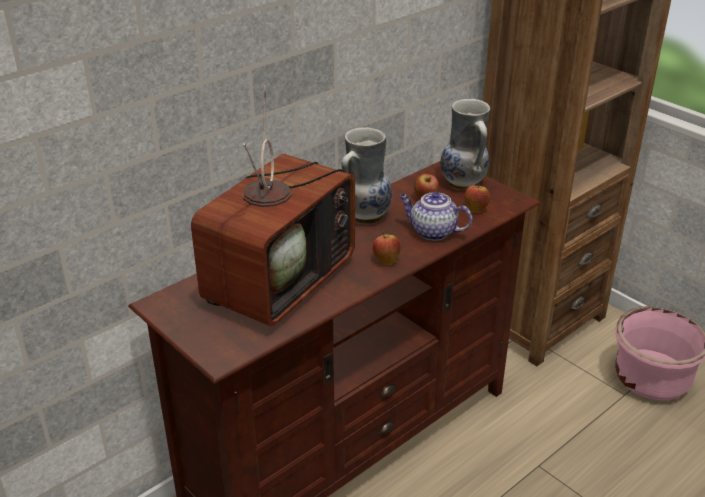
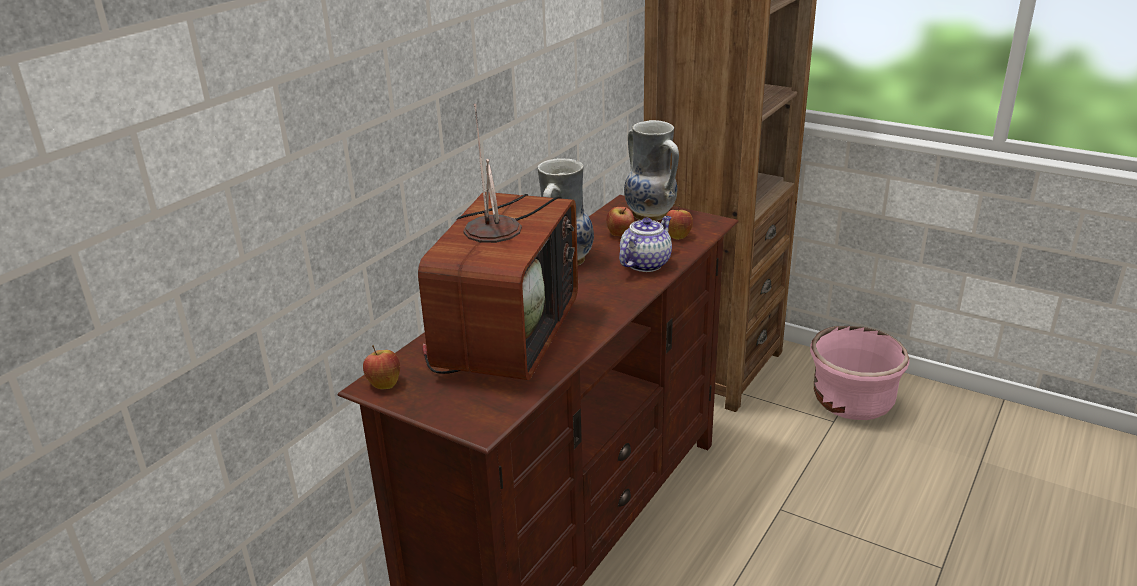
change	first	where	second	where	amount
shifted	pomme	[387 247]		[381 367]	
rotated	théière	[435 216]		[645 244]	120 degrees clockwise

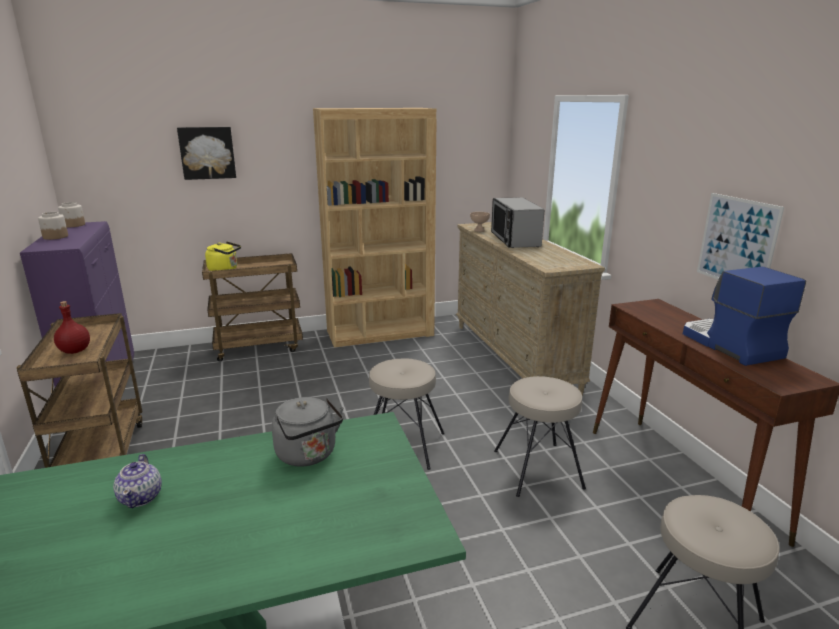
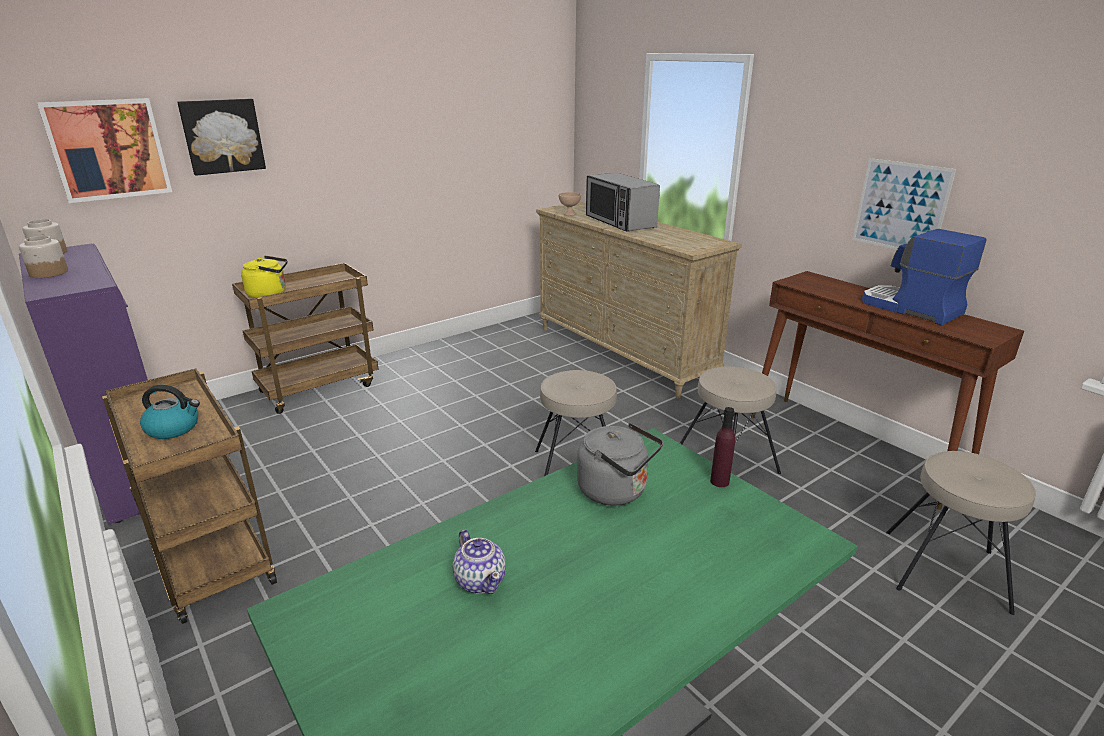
change	first	where	second	where	amount
new			tableau	[104 150]	
swapped	bouteille/rouge	[72 327]	bouilloire	[170 412]	
new			bouteille/violet	[722 447]	
gone	bibliothèque/marron	[375 227]			

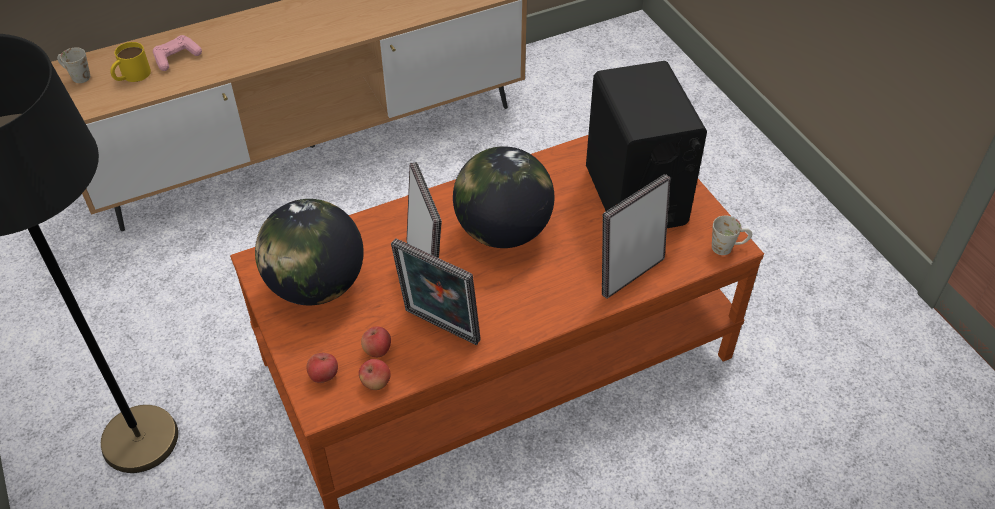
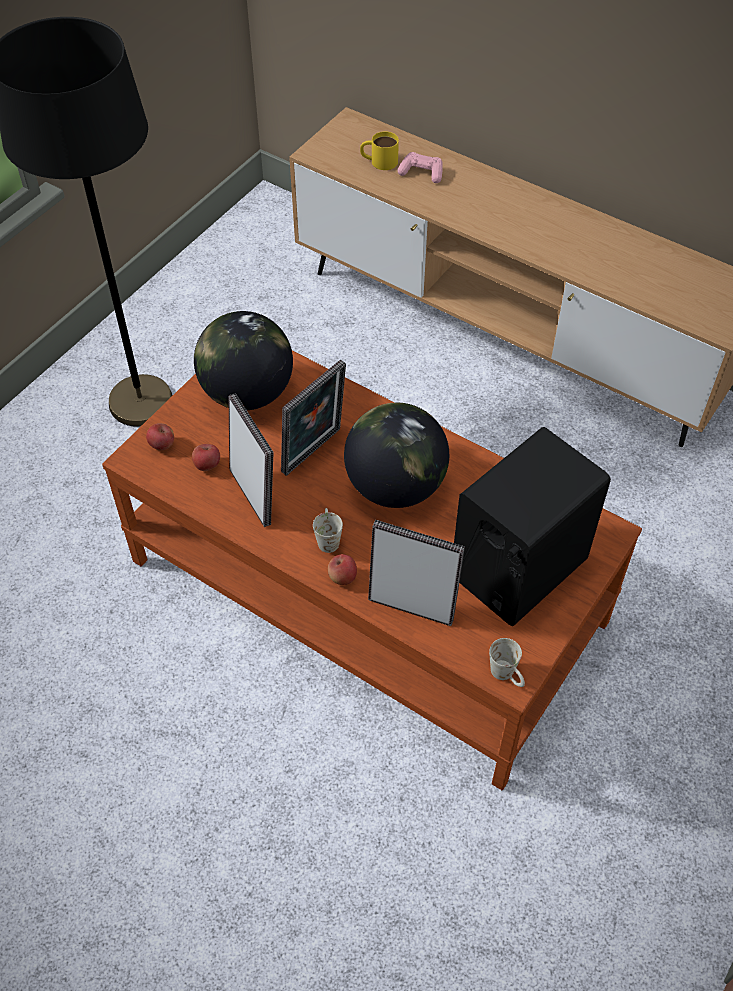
change	first	where	second	where	amount
rotated	cadre photo	[436 291]		[251 460]	150 degrees clockwise
shifted	mug/blanc	[73 65]		[328 530]	
shifted	pomme	[375 374]		[342 569]	

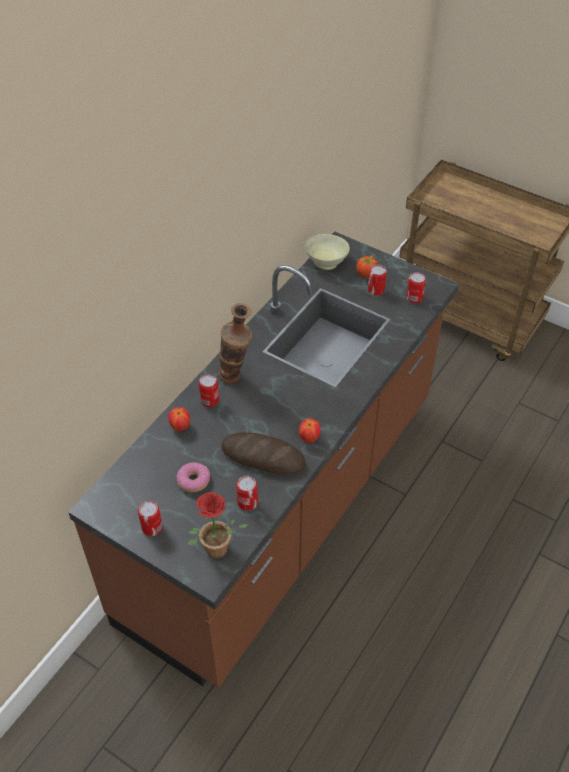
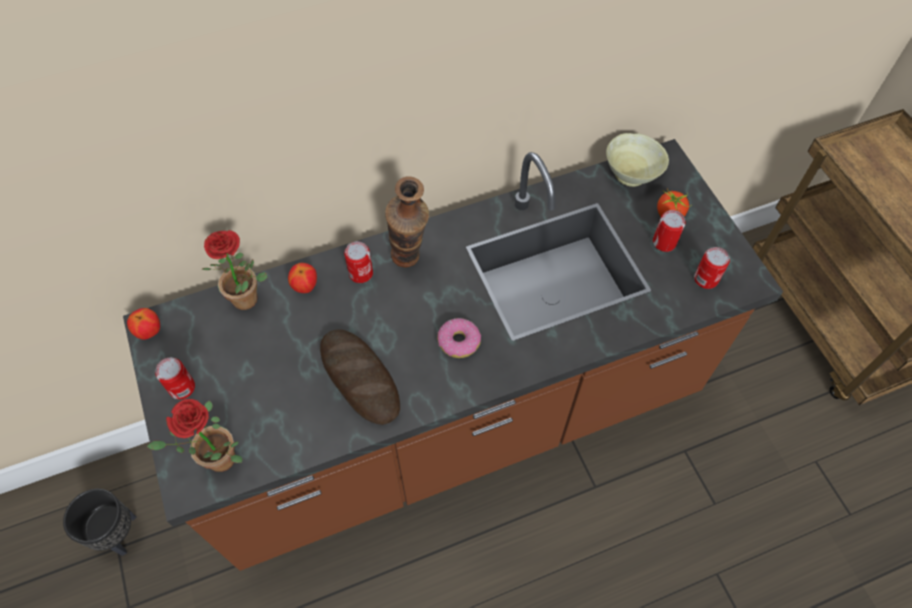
change	first	where	second	where	amount
new			cache-pot/noir	[99 522]	
shifted	pomme	[310 431]		[143 324]	
new			plante en pot	[235 270]	
shifted	beignet	[193 477]		[459 338]	
gone	boîte métallique	[247 493]			

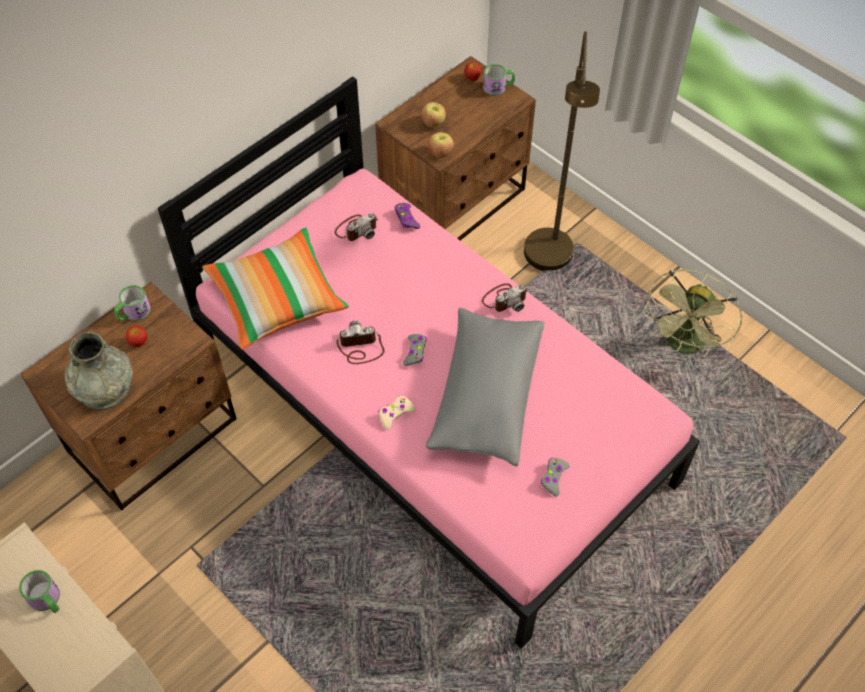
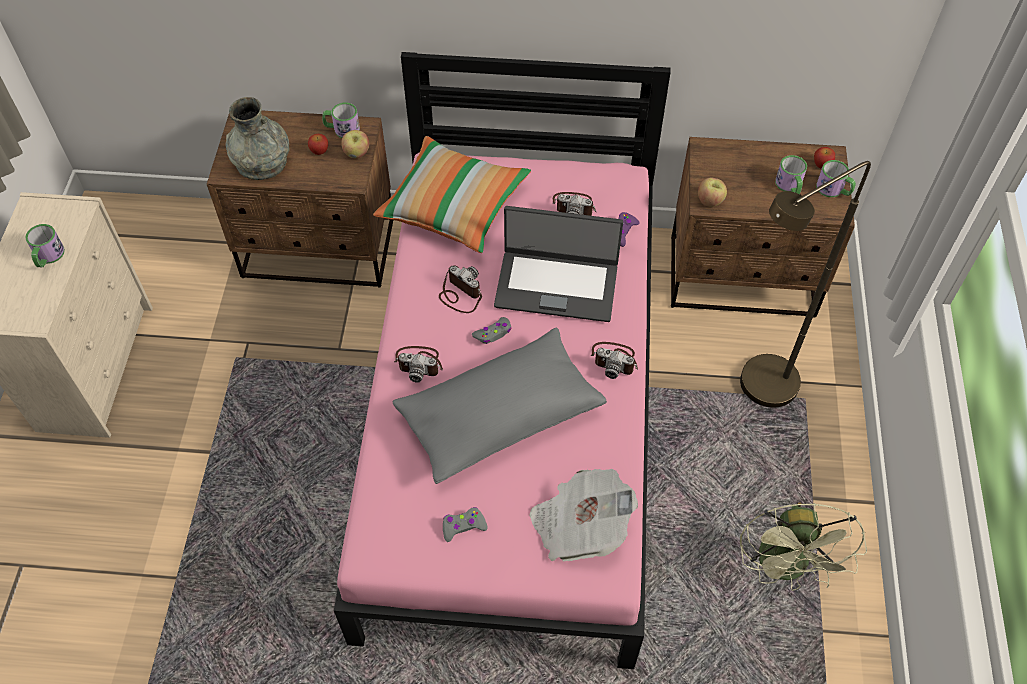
change	first	where	second	where	amount
shifted	pomme	[433 115]		[355 144]	
swapped	manette/beige	[397 412]	appareil photo	[418 364]	
new			ordinateur portable	[558 264]	
new			journal	[583 515]	
rotated	ventilateur/vert	[693 313]		[803 546]	75 degrees counterclockwise
new			mug	[791 174]	

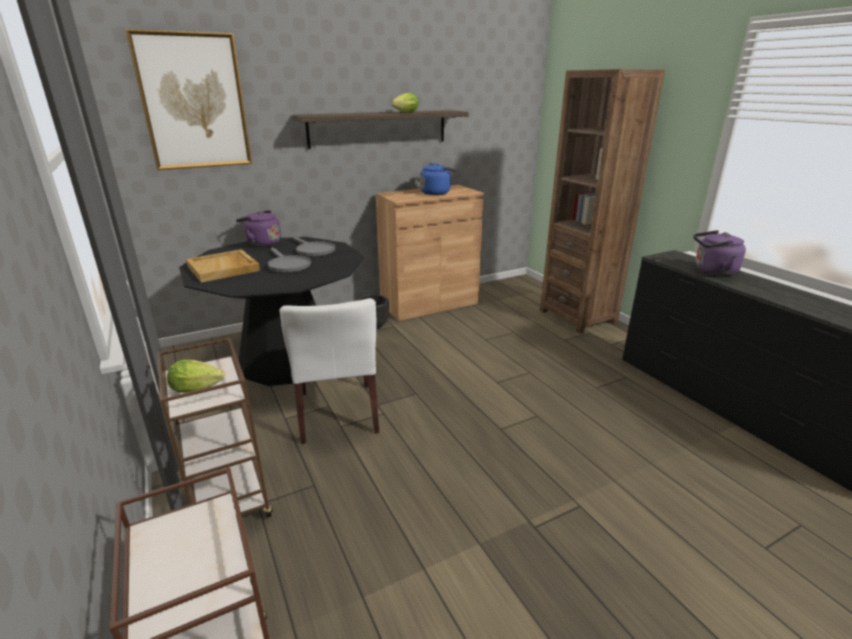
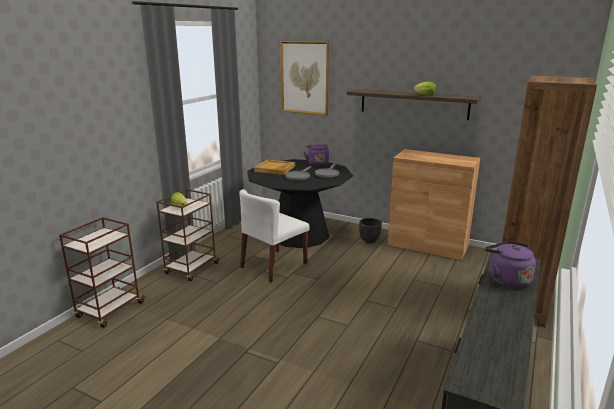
change	first	where	second	where	amount
gone	bouilloire/bleu	[438 179]			

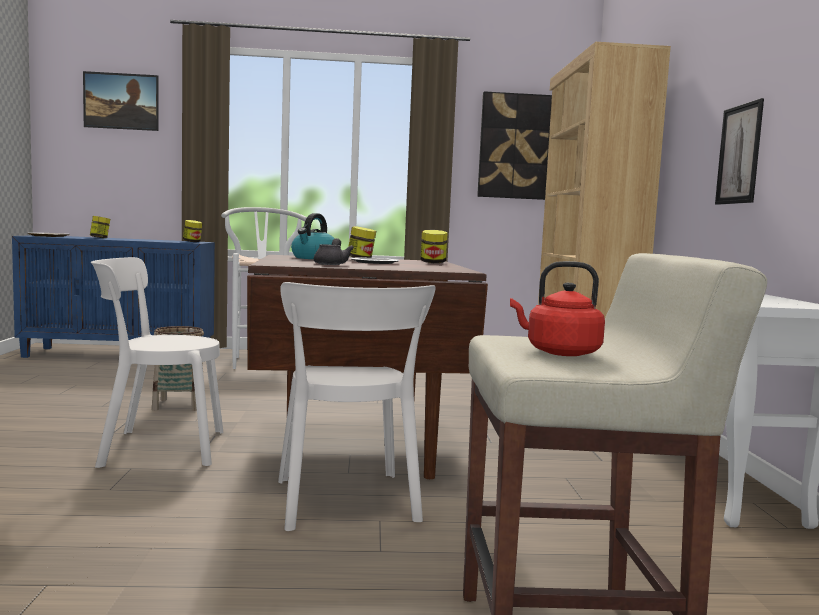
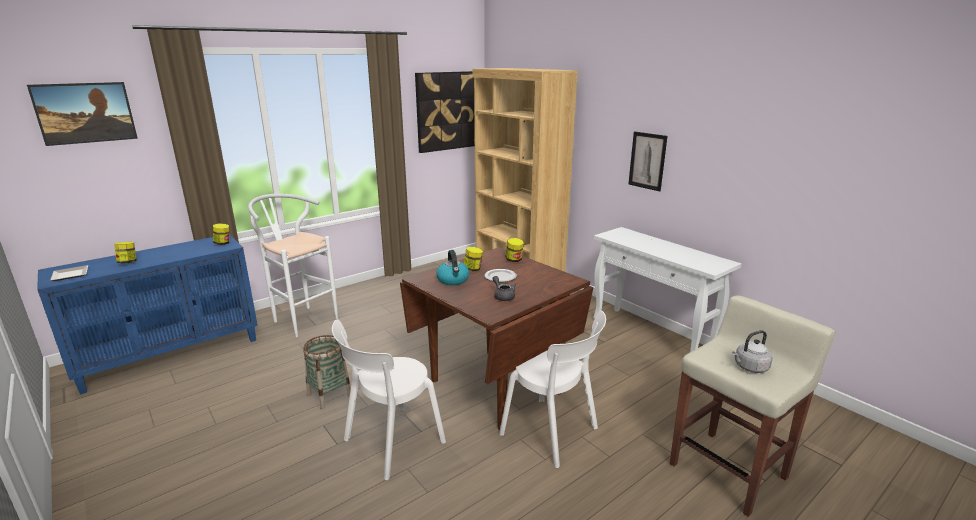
change	first	where	second	where	amount
repainted	bouilloire/rouge	[557 308]	bouilloire/gris	[752 351]	

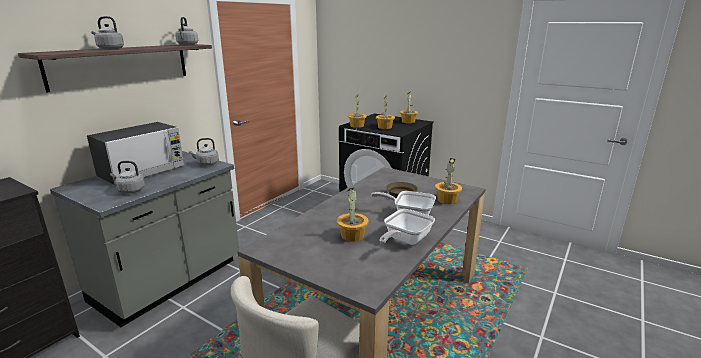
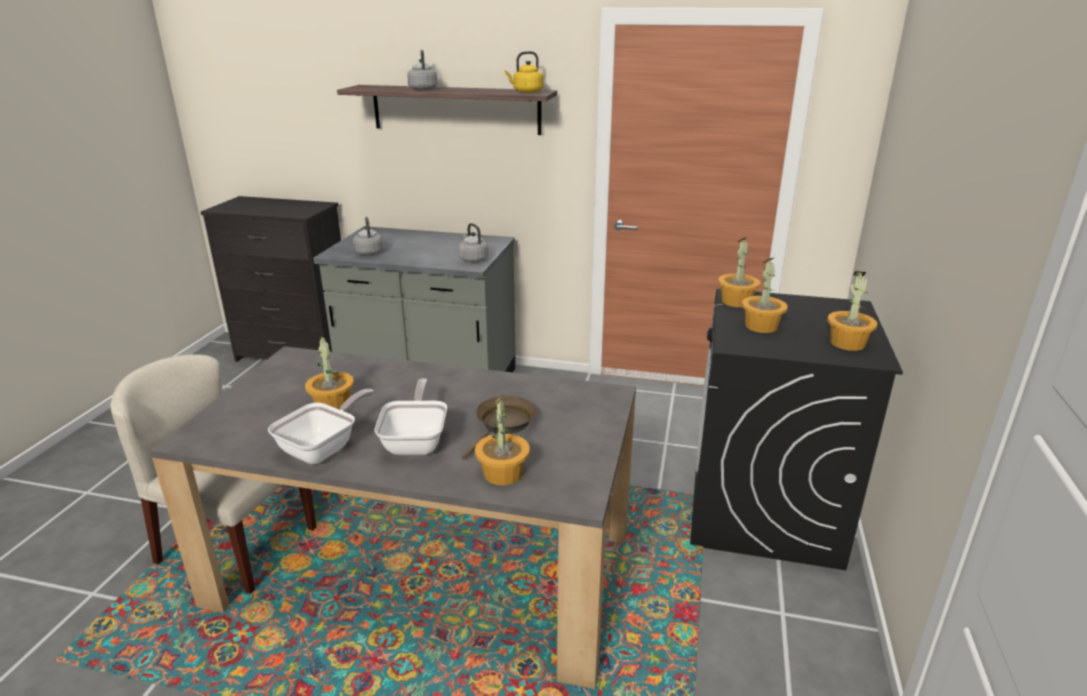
change	first	where	second	where	amount
rotated	poêle	[407 227]		[321 426]	105 degrees clockwise
repainted	bouilloire/gris	[186 31]	bouilloire/jaune	[524 72]	
gone	micro-ondes	[135 153]			

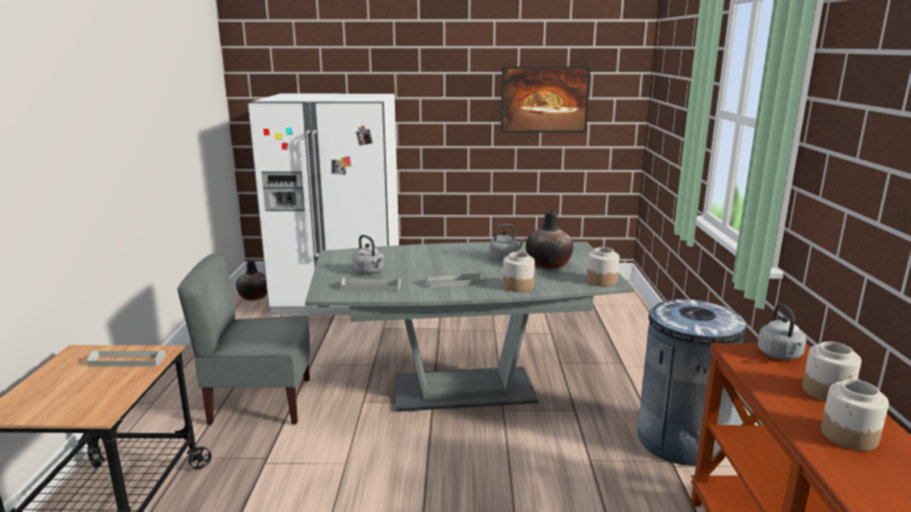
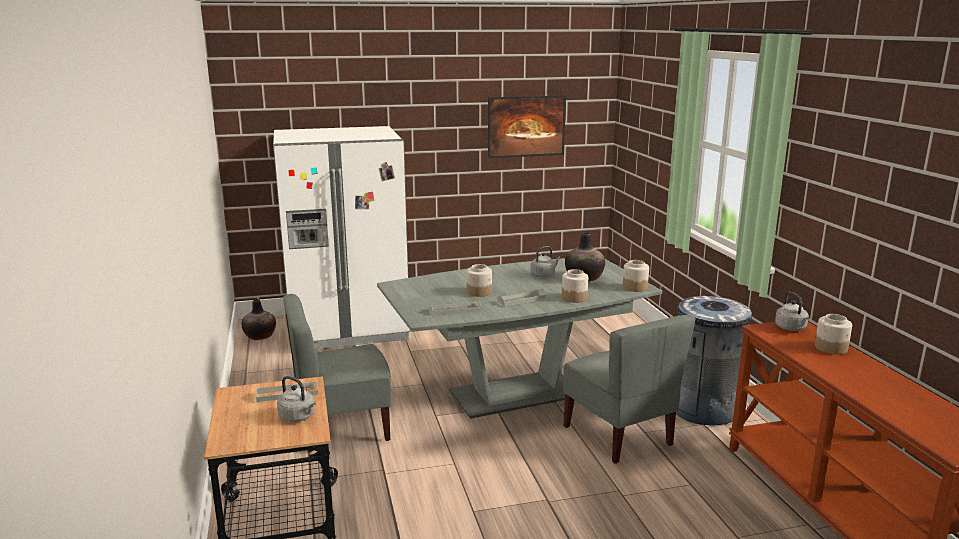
change	first	where	second	where	amount
shifted	bouilloire/gris	[368 254]		[296 399]	
shifted	bocal	[855 415]		[479 280]	
new			chaise/gris	[629 389]	

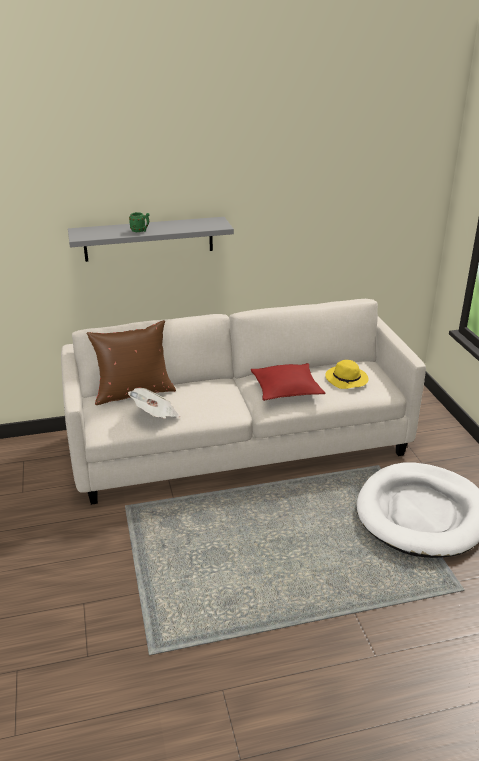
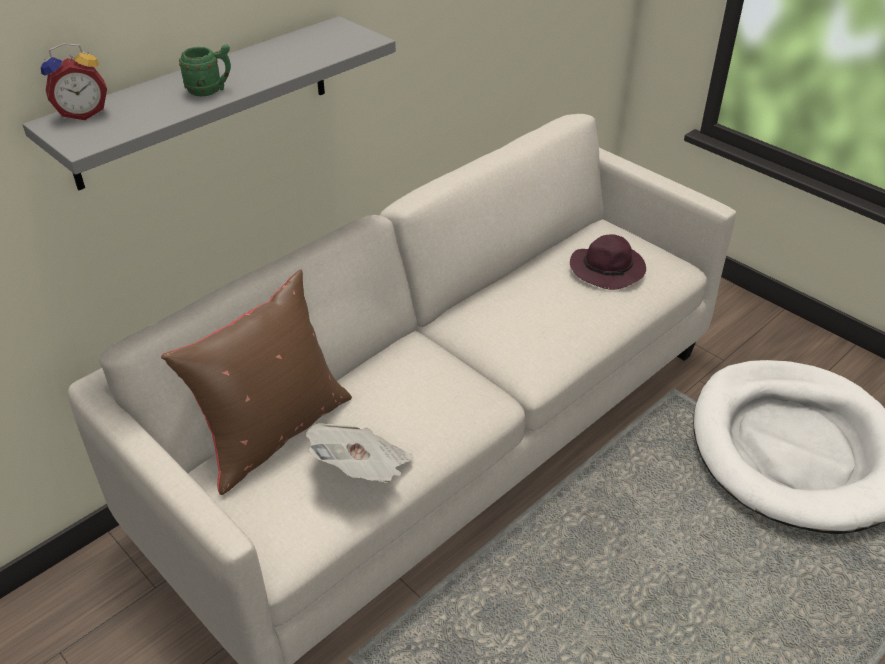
change	first	where	second	where	amount
new			réveil	[74 81]	
repainted	chapeau/jaune	[347 374]	chapeau/violet	[608 262]	
gone	coussin/rouge	[288 382]			

